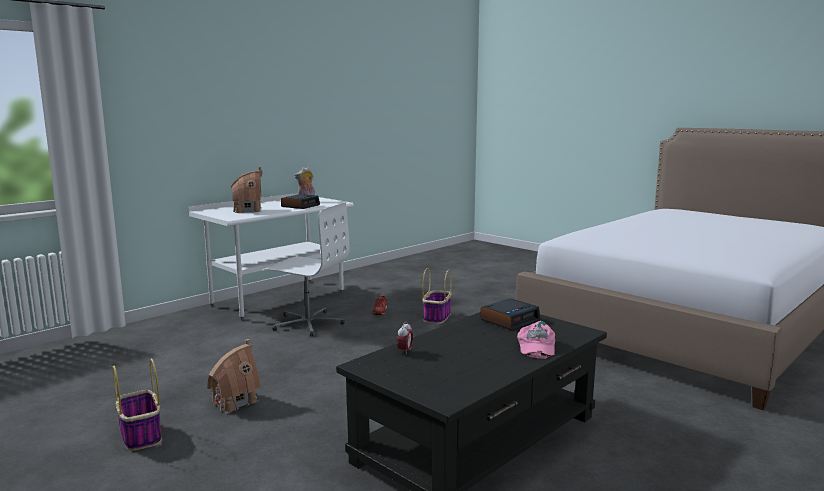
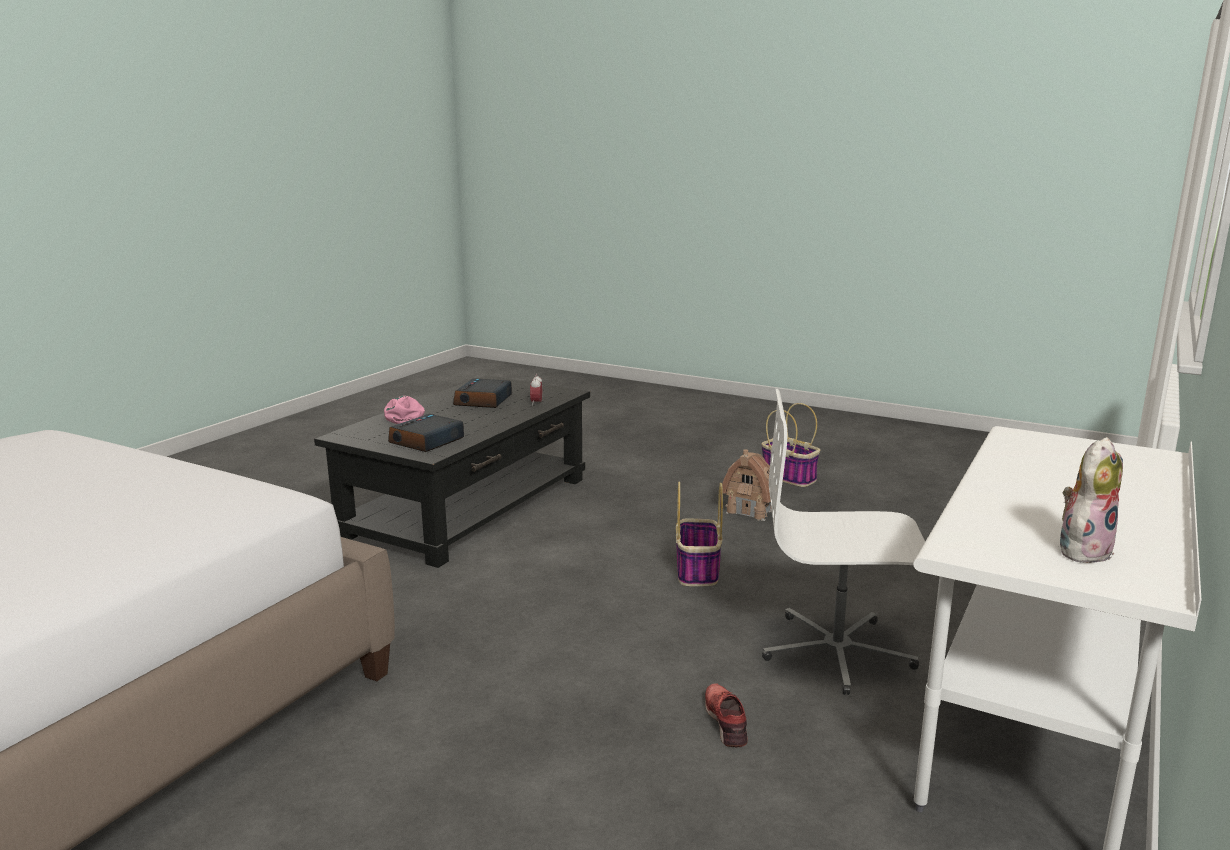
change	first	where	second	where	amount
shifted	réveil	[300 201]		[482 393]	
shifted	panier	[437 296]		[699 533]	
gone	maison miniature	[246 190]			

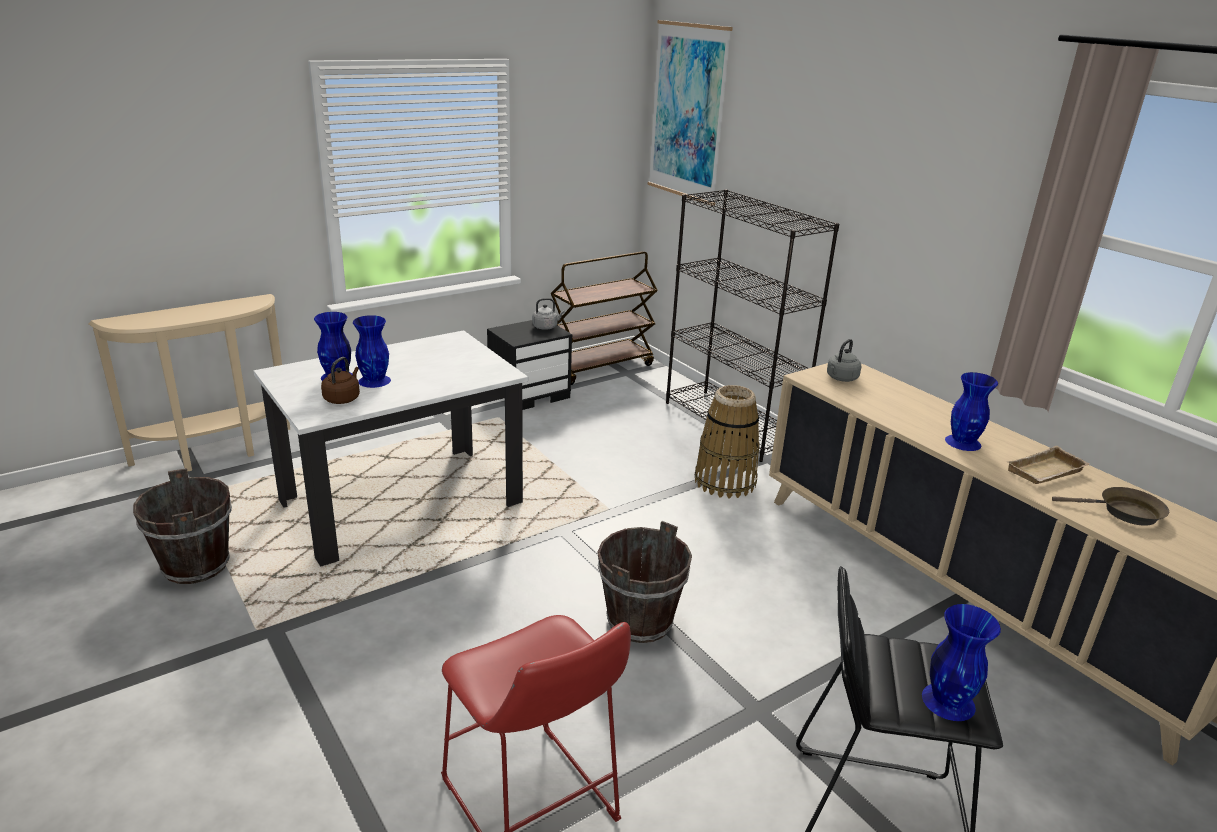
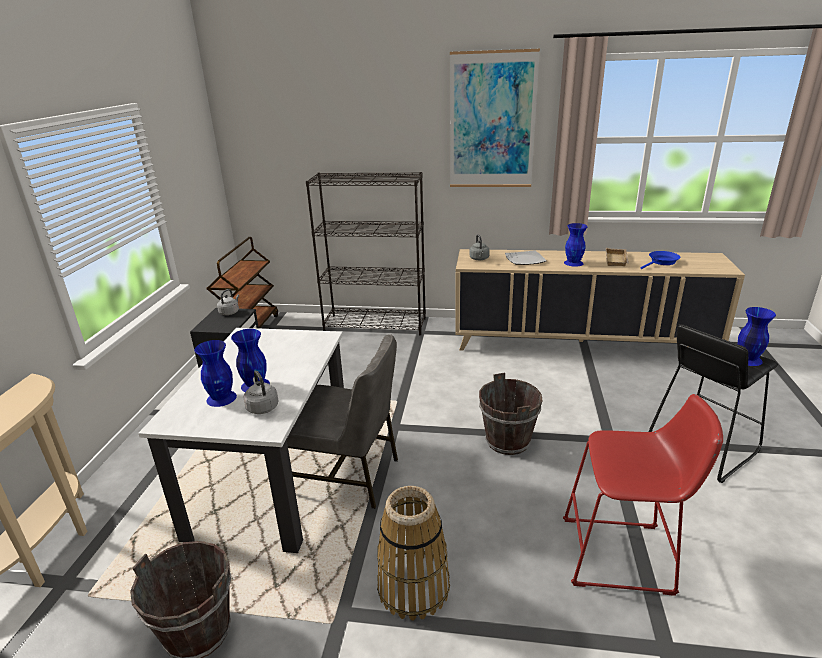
change	first	where	second	where	amount
repainted	bouilloire/marron	[340 380]	bouilloire/gris	[261 392]	
new			chaise/gris	[342 421]	
shifted	panier	[727 441]		[413 553]	
shifted	tableau	[690 113]		[495 118]	
new			assiette	[526 257]	
repainted	poêle/marron	[1110 506]	poêle/bleu	[660 260]	

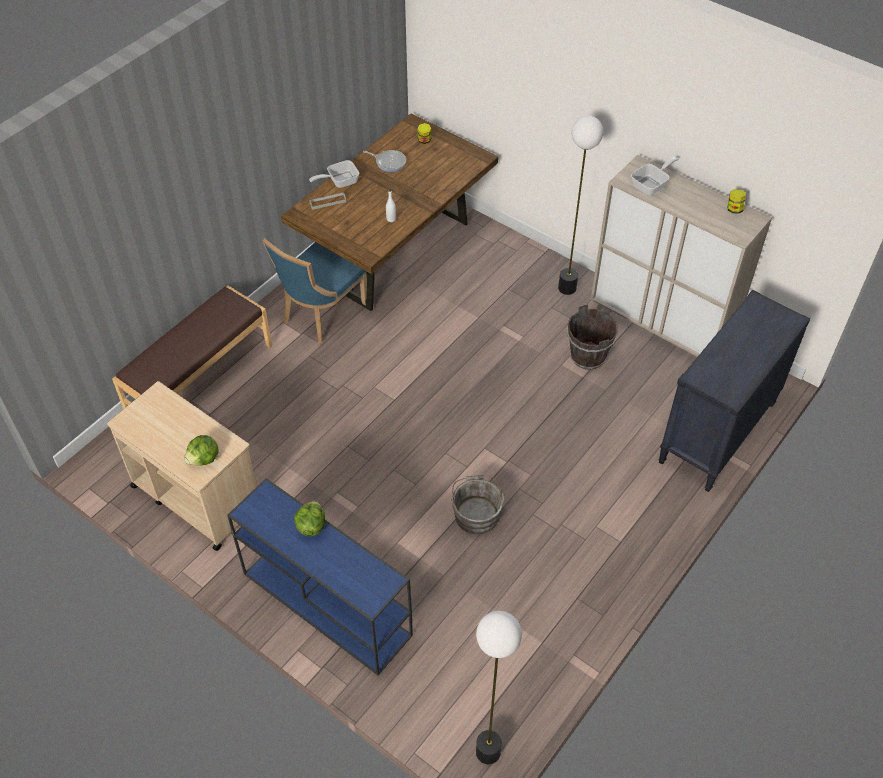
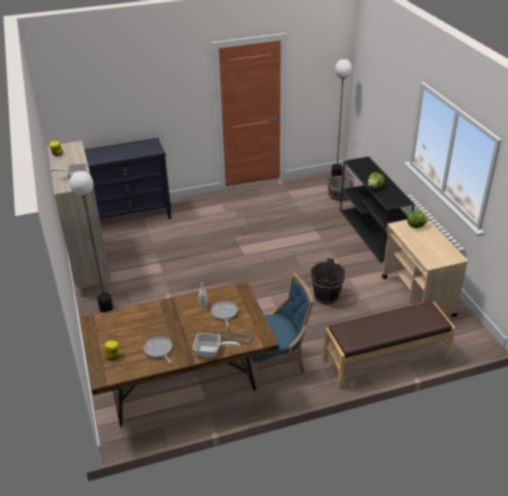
change	first	where	second	where	amount
new			poêle	[224 314]	
shifted	seau/marron	[593 337]		[328 281]	
shifted	seau/gris	[477 504]		[340 188]	
repainted	table console/bleu	[320 576]	table console/noir	[377 209]	

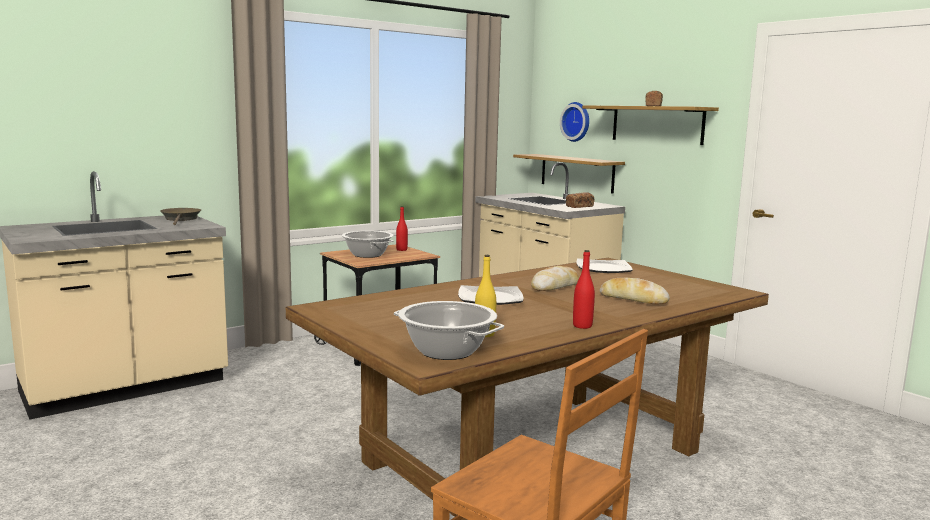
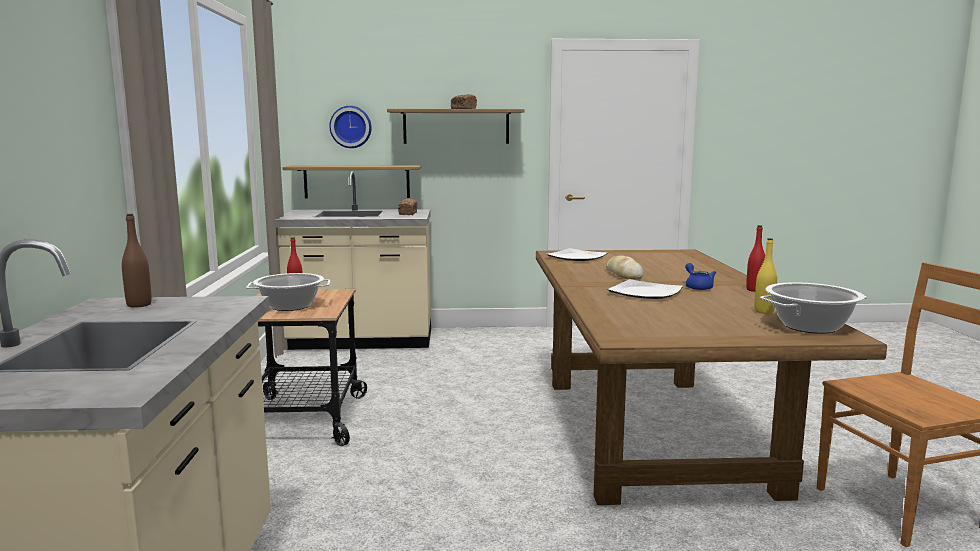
change	first	where	second	where	amount
swapped	poêle/marron	[180 216]	bouteille/marron	[137 261]	
new			théière/bleu	[700 276]	
gone	pain	[635 291]			

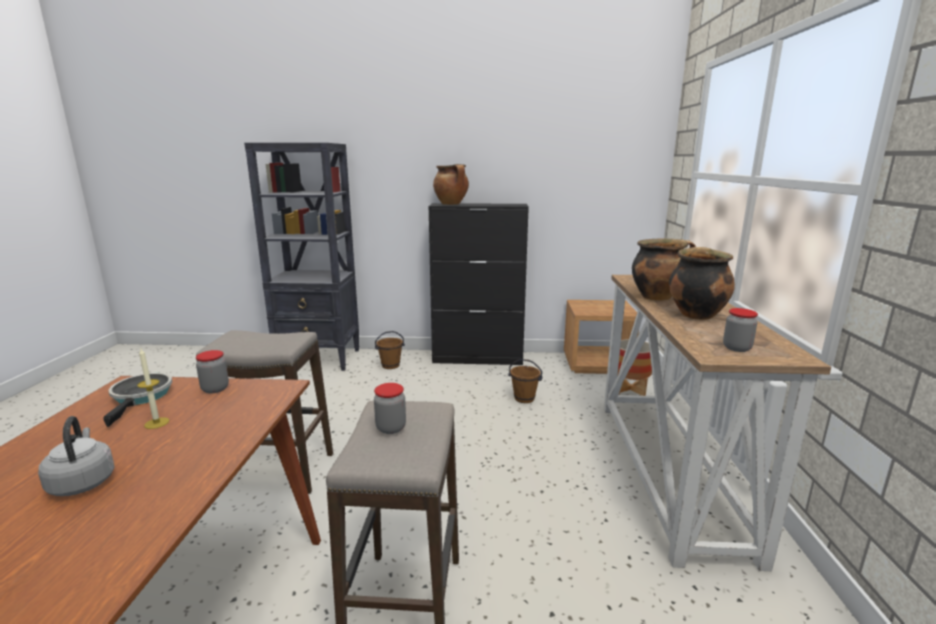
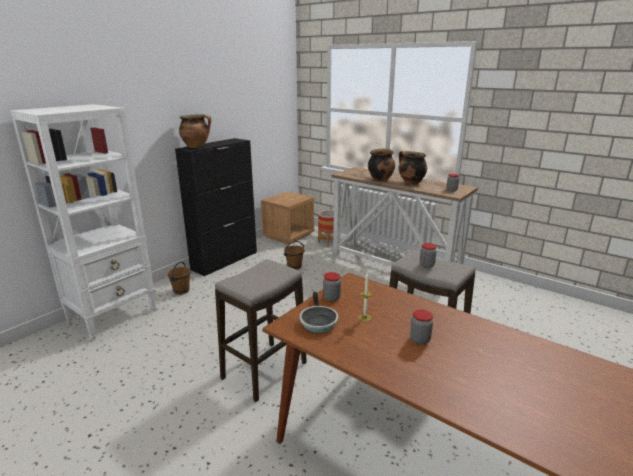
change	first	where	second	where	amount
repainted	bibliothèque/noir	[301 257]	bibliothèque/blanc	[83 222]	
rotated	poêle	[137 400]		[318 312]	120 degrees counterclockwise
swapped	bouilloire/gris	[76 456]	bocal	[421 327]	

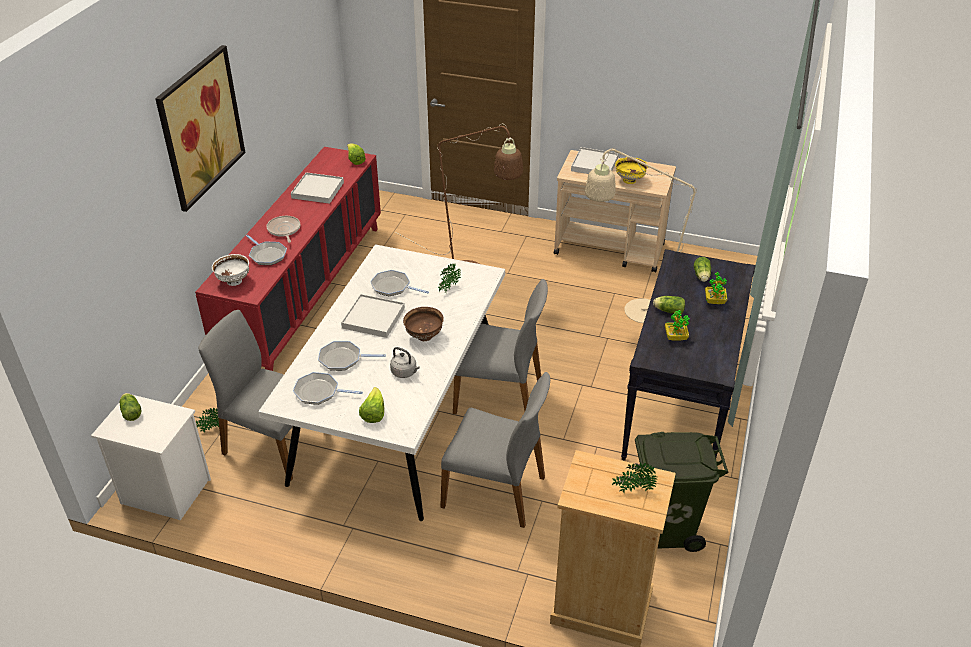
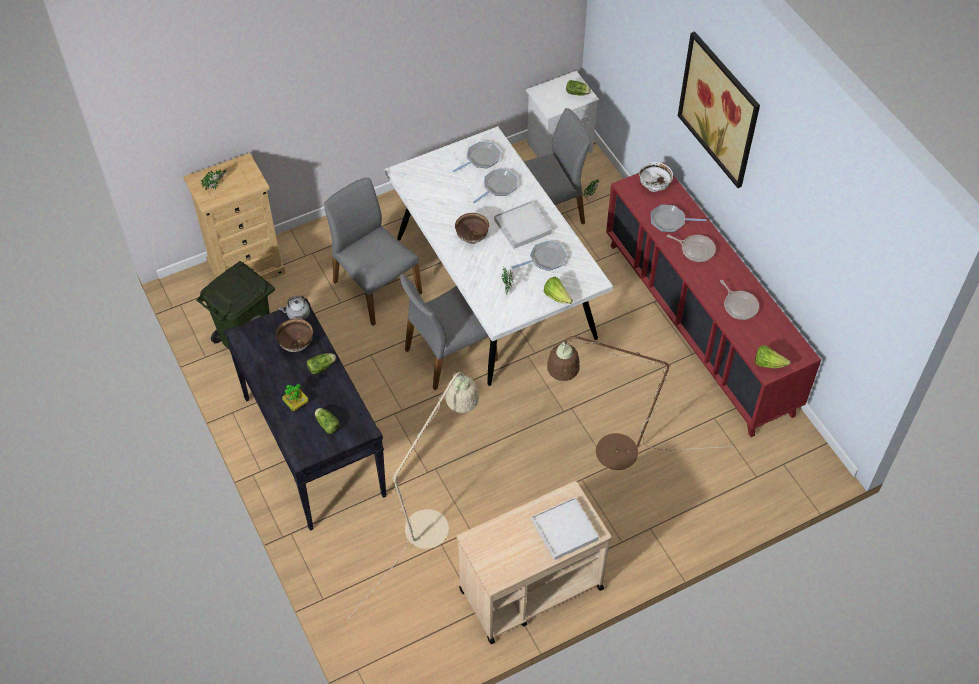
change	first	where	second	where	amount
swapped	plante en pot	[677 325]	bol/marron	[294 335]	
shifted	bouilloire/gris	[405 362]		[294 308]	
rotated	chaise/gris	[495 450]		[373 252]	75 degrees clockwise
shifted	laitue	[371 405]		[558 290]	
swapped	plateau/blanc	[317 188]	poêle	[739 300]	
gone	bol/jaune	[631 170]			

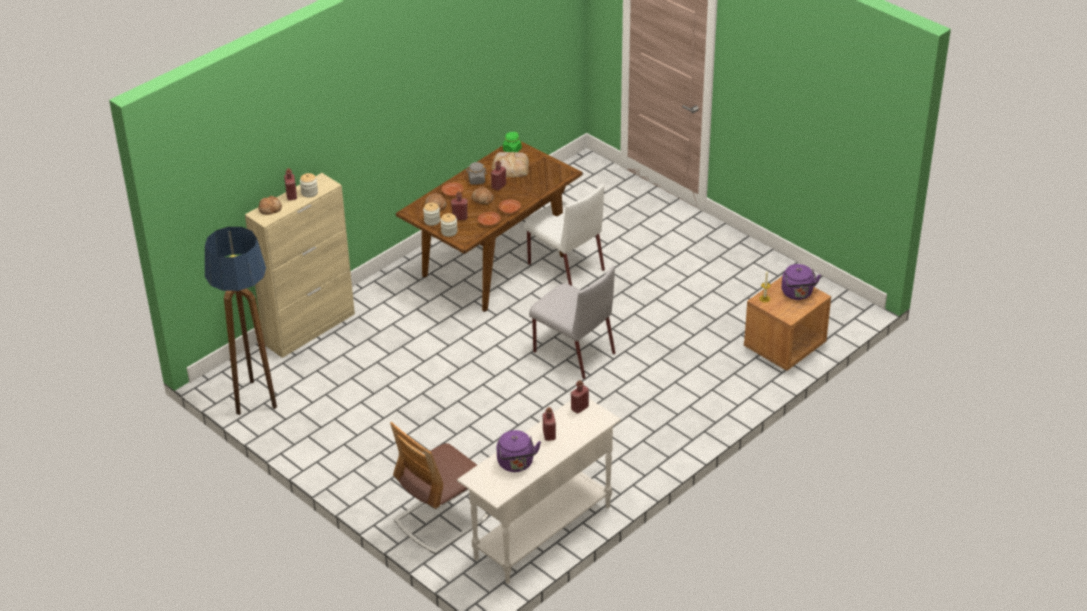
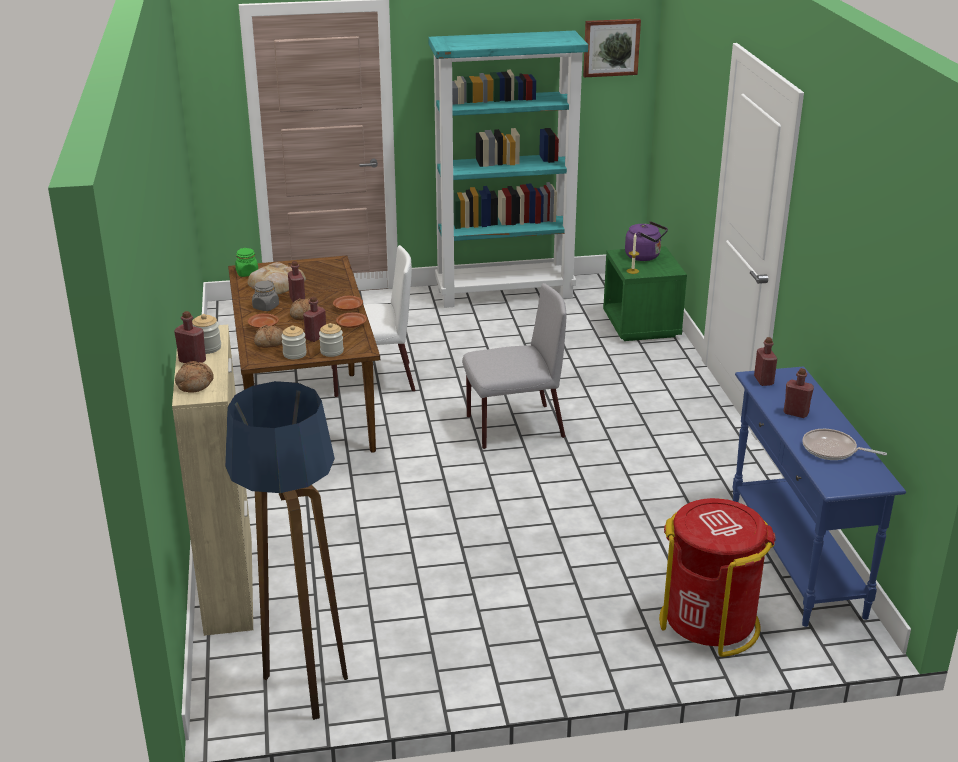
change	first	where	second	where	amount
new			bibliothèque/turquoise	[508 169]	
new			tableau	[612 48]	
repainted	table de chevet/marron	[787 324]	table de chevet/vert	[645 293]	
swapped	chaise	[439 488]	poubelle/rouge	[717 577]	
repainted	table console/blanc	[539 491]	table console/bleu	[819 497]	
swapped	bouilloire/violet	[519 451]	poêle	[844 444]	

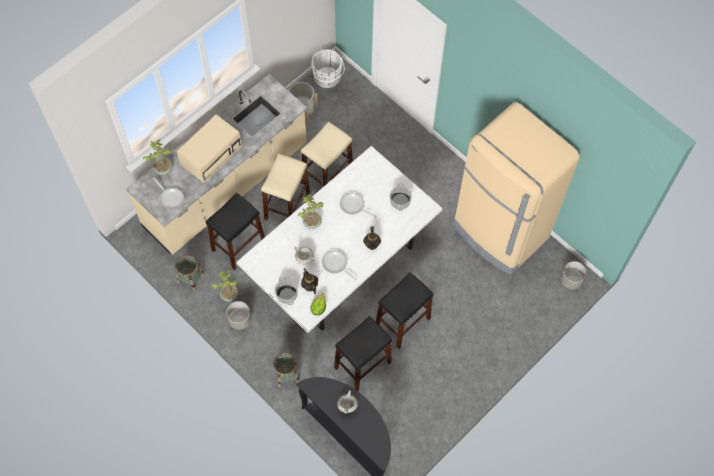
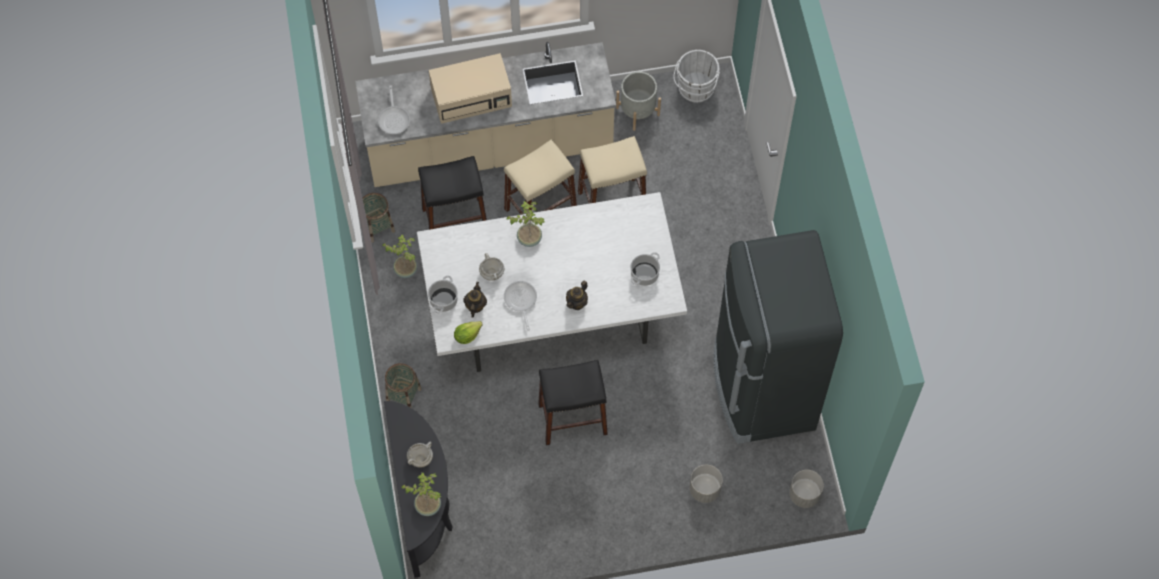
change	first	where	second	where	amount
shifted	plante en pot	[157 157]		[421 494]	
shifted	cache-pot/gris	[239 315]		[706 484]	
repainted	réfrigérateur/beige	[516 188]	réfrigérateur/noir	[778 337]	
gone	tabouret/noir	[363 353]			
gone	poêle	[358 205]			

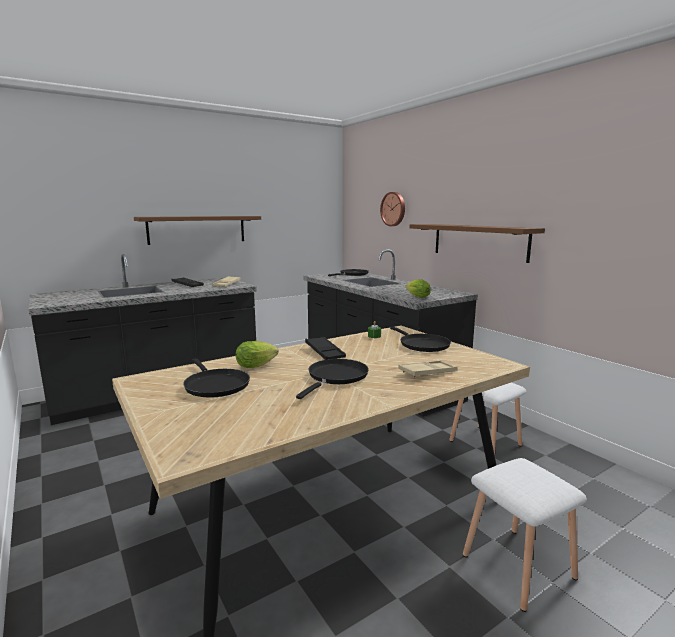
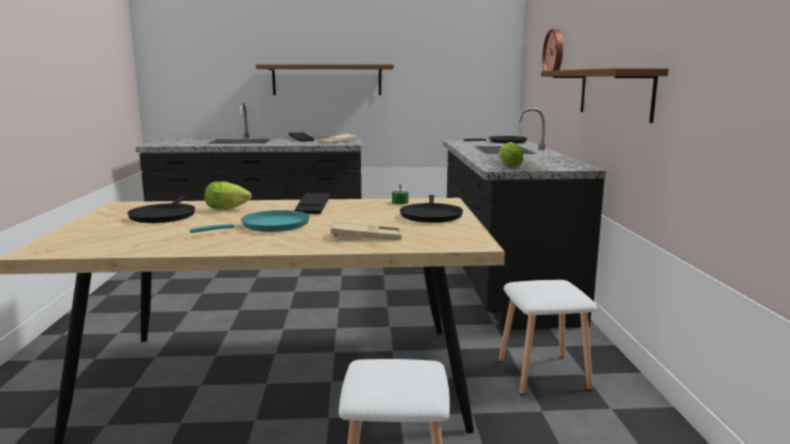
change	first	where	second	where	amount
repainted	poêle/noir	[332 379]	poêle/turquoise	[249 221]	

